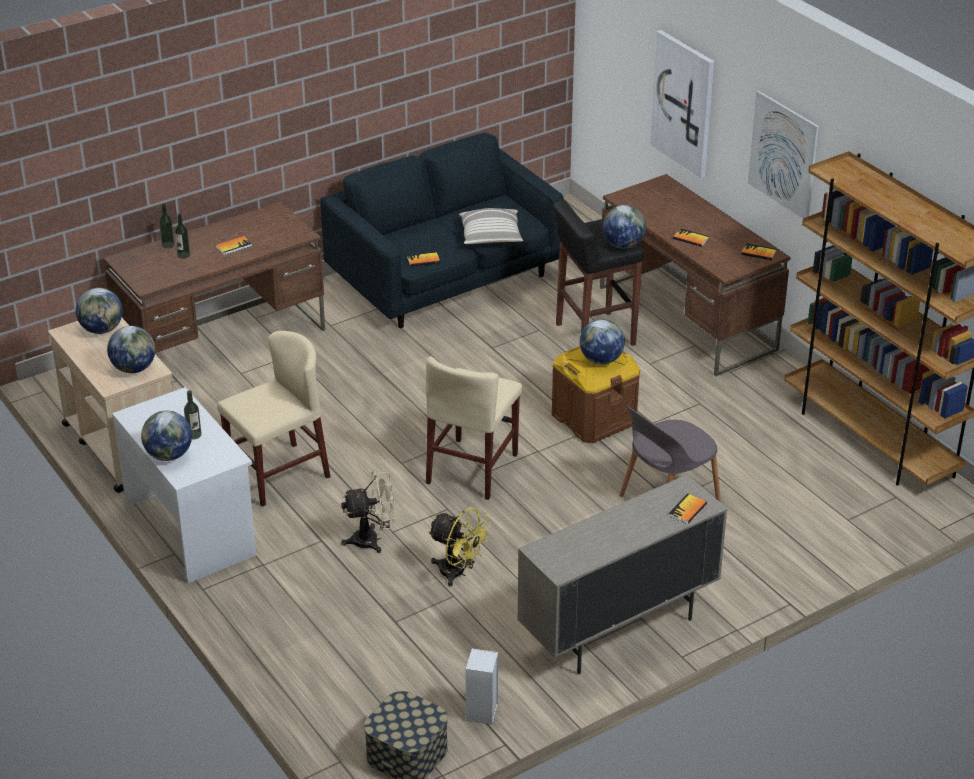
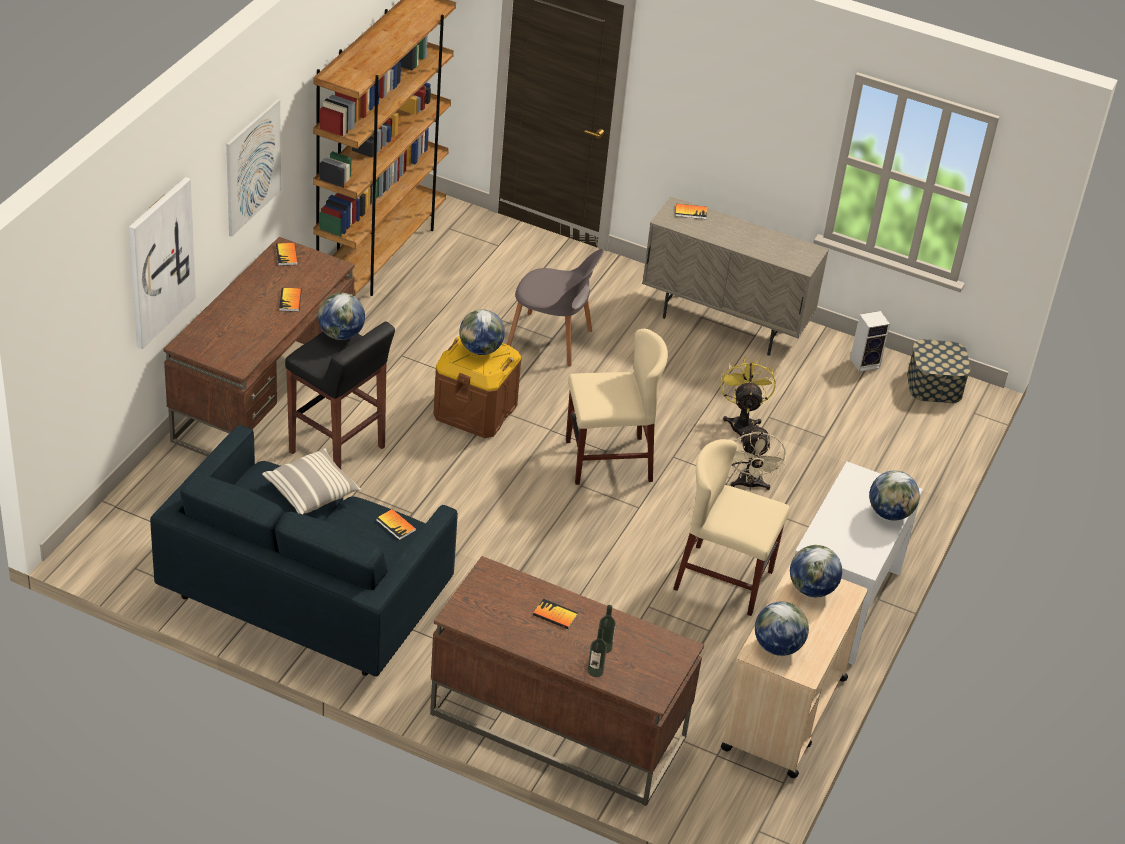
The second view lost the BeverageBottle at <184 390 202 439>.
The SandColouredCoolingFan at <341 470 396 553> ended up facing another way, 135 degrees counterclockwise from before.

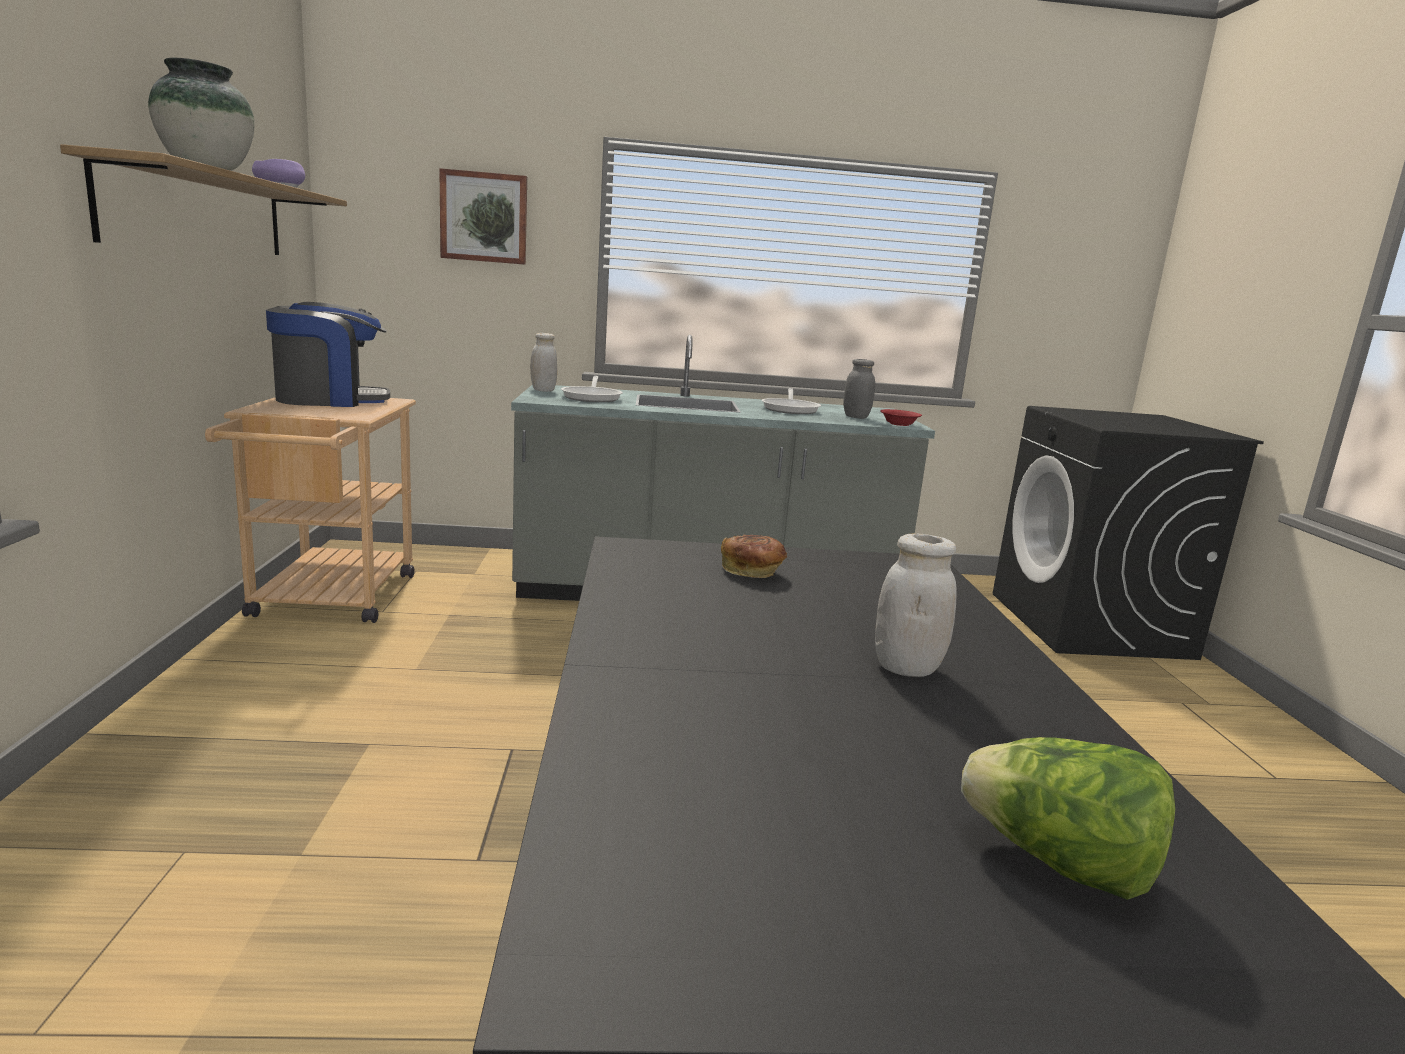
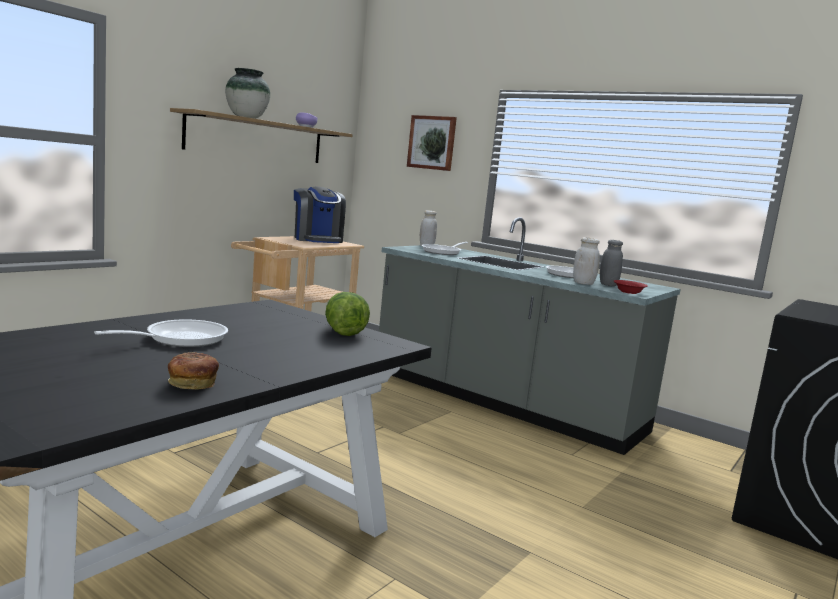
The CoffeeBrewer at <266 302 390 407> ended up facing another way, 45 degrees clockwise from before.
The Bread ended up elsewhere, having gone from <721 534 787 578> to <168 352 219 390>.
The WhitishJar ended up elsewhere, having gone from <875 534 956 677> to <573 237 600 285>.
The LettuceHead ended up elsewhere, having gone from <961 737 1175 900> to <325 292 370 336>.
The second view gained the Skillet at <94 319 228 347>.

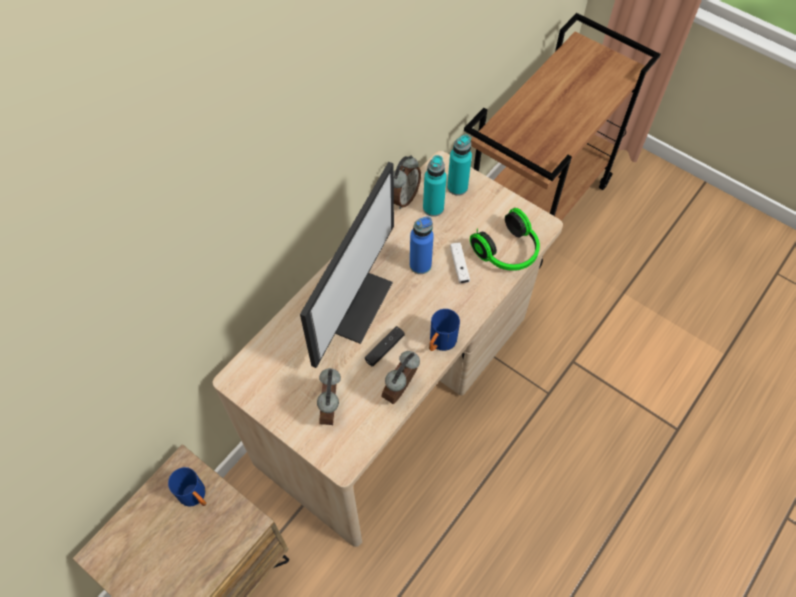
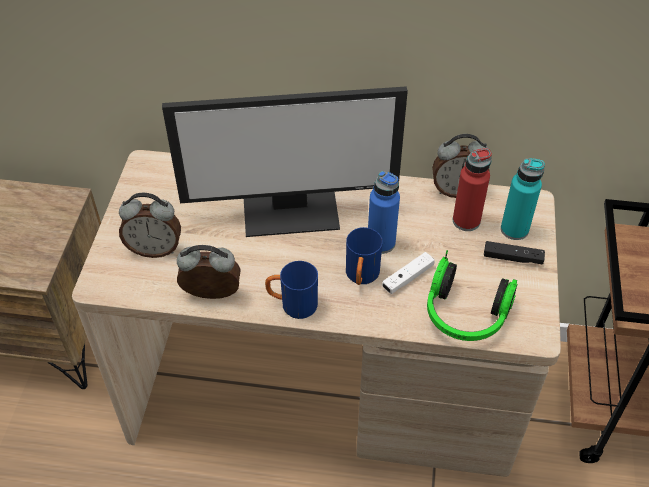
The BlueTeaMug ended up elsewhere, having gone from <168 467 206 507> to <346 227 383 285>.
The AlarmClock at <317 368 341 425> ended up facing another way, 150 degrees counterclockwise from before.
The BlackishGameController ended up elsewhere, having gone from <365 326 405 367> to <484 241 545 265>.
What was the TurquoiseBeverageBottle at <423 155 447 217> turned into the RedColouredBeverageBottle at <453 148 492 231>.

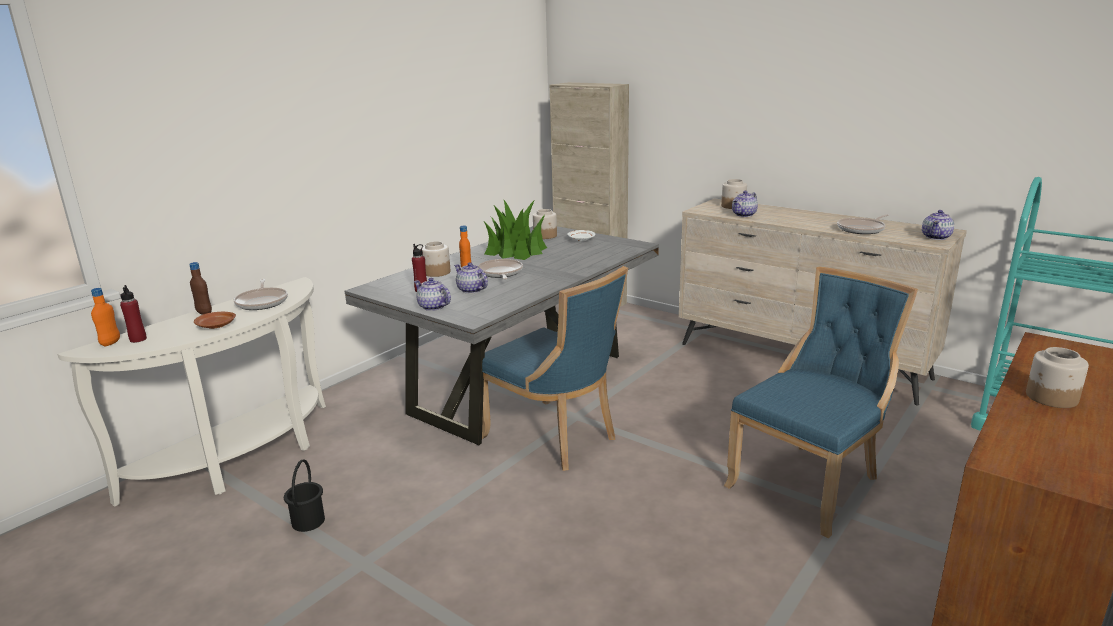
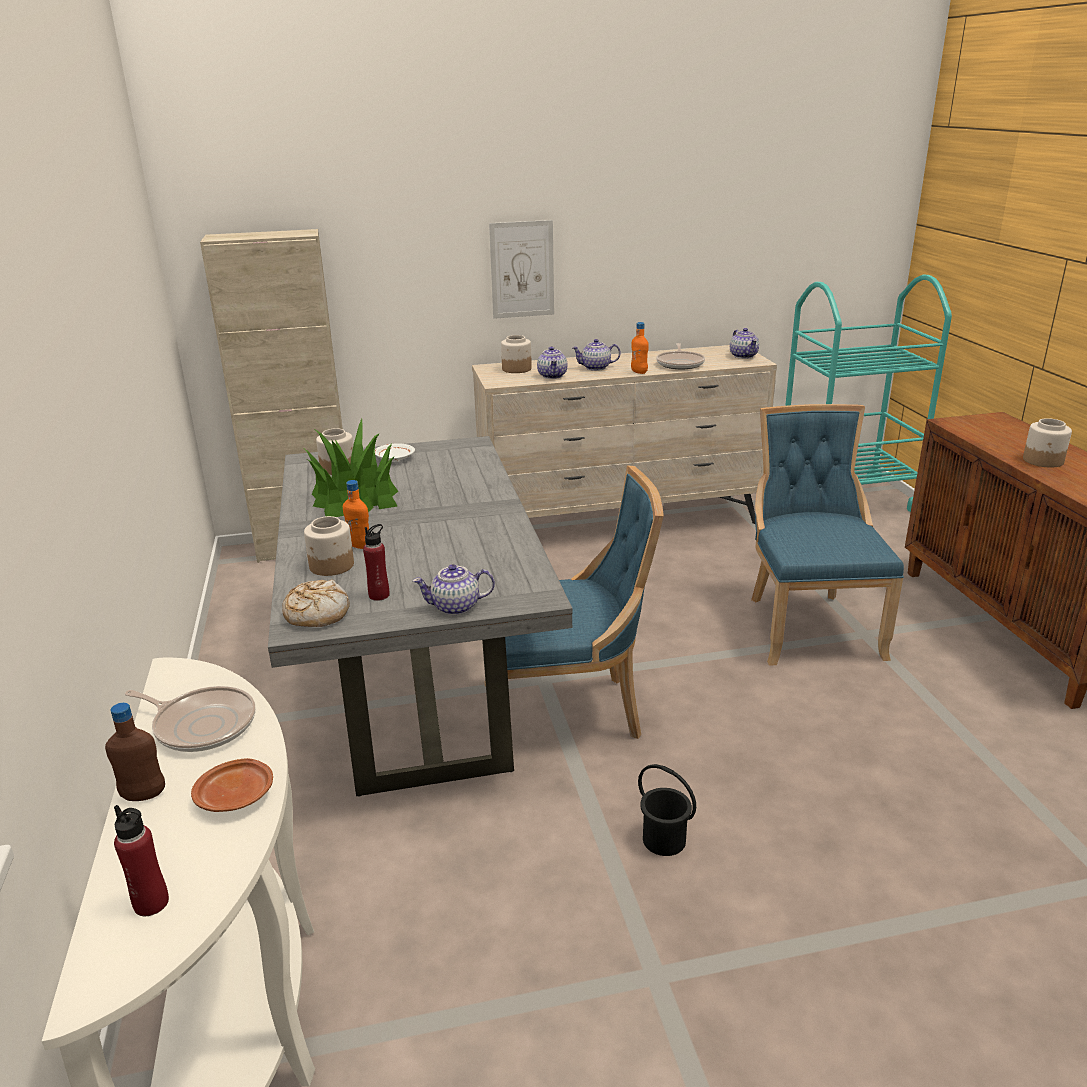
The OrangeBeverageBottle ended up elsewhere, having gone from <91 288 120 346> to <631 322 649 374>.
The BlackishBucket ended up elsewhere, having gone from <284 459 325 532> to <638 764 696 856>.
The Teapot ended up elsewhere, having gone from <454 262 488 294> to <572 339 621 371>.
The second view lost the Skillet at <478 259 523 279>.
The second view gained the Bread at <282 580 350 627>.
The second view gained the Picture at <489 220 554 319>.

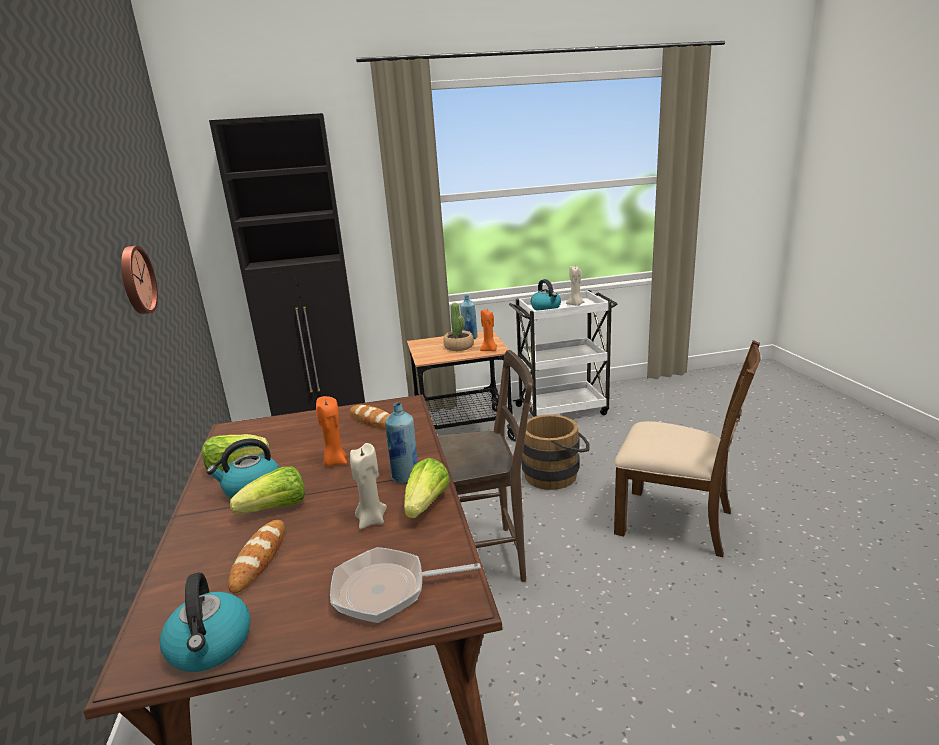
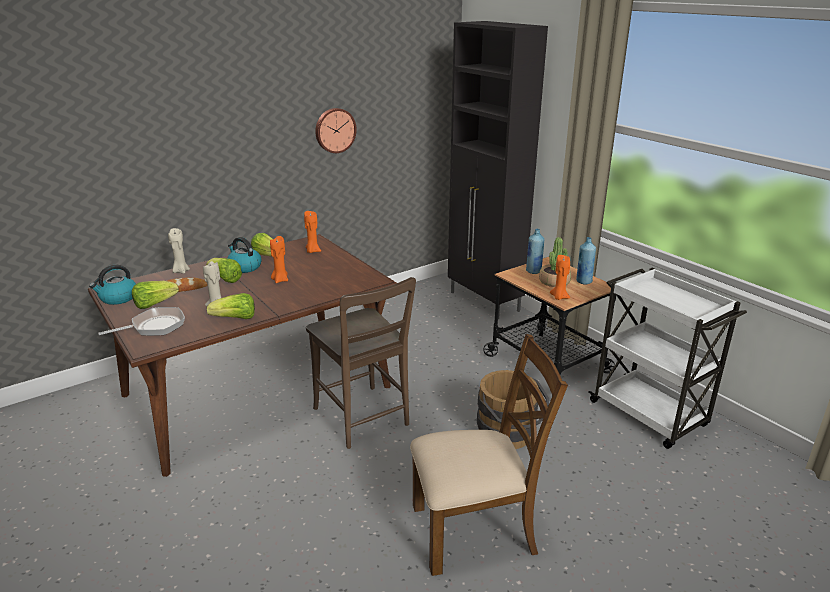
The Skillet at <330 547 481 623> ended up facing another way, 90 degrees clockwise from before.
The second view lost the Bread at <350 405 391 430>.
The BlueBeverageBottle ended up elsewhere, having gone from <385 402 418 483> to <526 229 544 274>.
The second view lost the TeaKettle at <530 279 561 311>.
The SandColouredCandle ended up elsewhere, having gone from <566 266 585 306> to <168 228 190 274>.
The BrownColouredChair at <614 340 761 557> ended up facing another way, 105 degrees counterclockwise from before.
The second view gained the LettuceHead at <132 281 179 309>.
The second view gained the OrangeCandle at <304 211 321 253>.

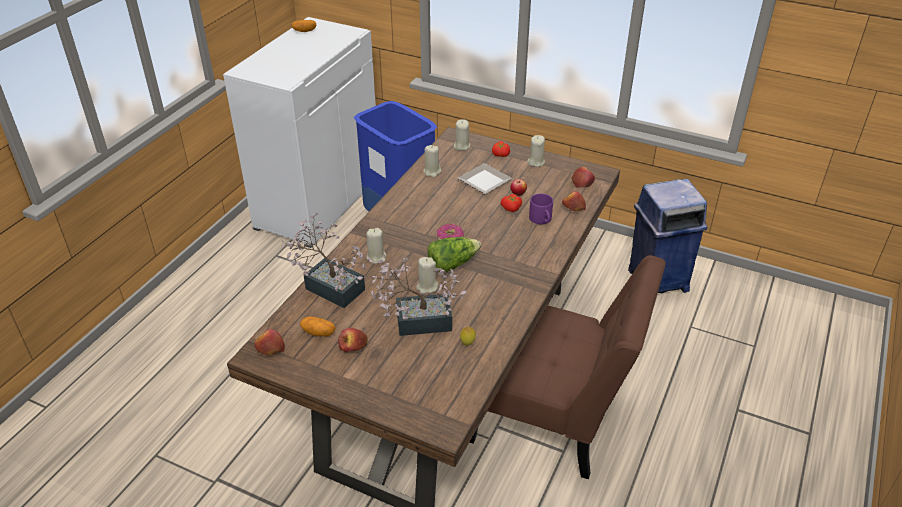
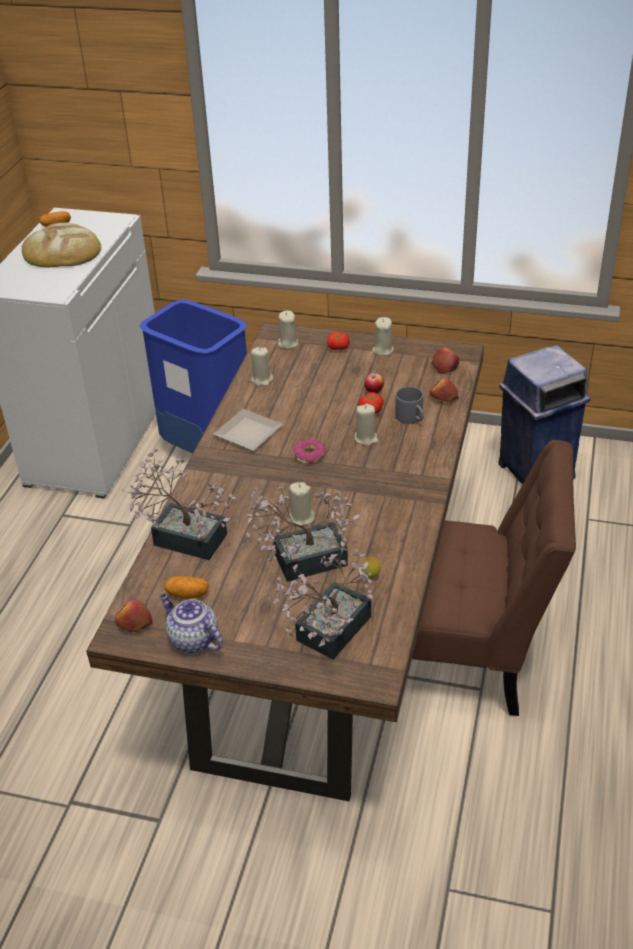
The second view lost the WholeApple at <338 328 367 352>.
The SandColouredCandle ended up elsewhere, having gone from <366 228 386 264> to <355 404 379 446>.
The second view lost the LettuceHead at <427 237 481 272>.
The DinnerPlate ended up elsewhere, having gone from <458 163 512 194> to <213 409 283 451>.
What was the PurplishTeaMug at <529 194 553 224> turned into the GreyishTeaMug at <395 386 424 424>.
The second view gained the Bread at <22 222 101 267>.
The second view gained the Teapot at <160 594 223 653>.
The second view gained the Houseplant at <273 548 373 659>.

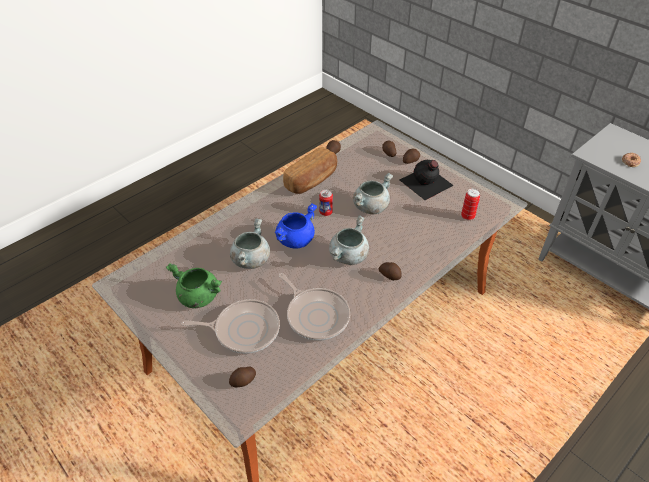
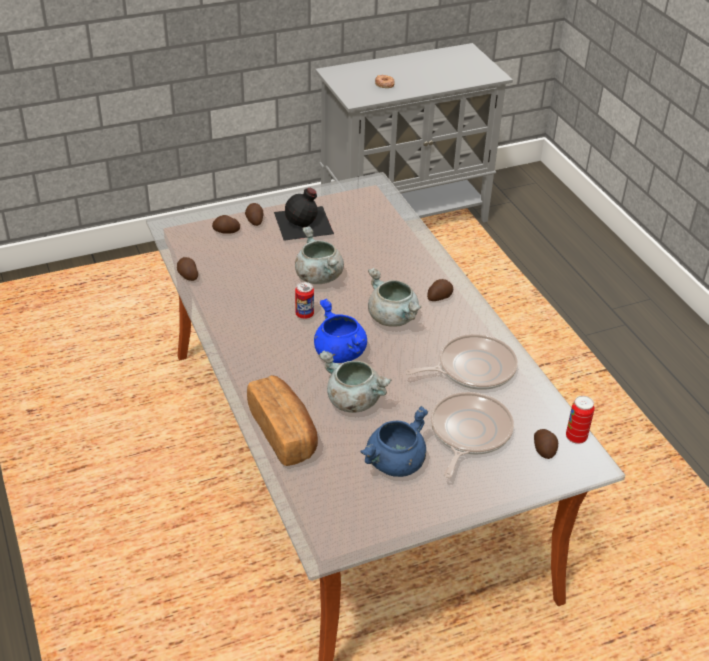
What was the GreenColouredCookingPot at <166 263 222 308> turned into the BlueCookingPot at <360 406 428 477>.
The Bread ended up elsewhere, having gone from <283 147 337 194> to <247 375 318 466>.
The SealedCan ended up elsewhere, having gone from <461 189 480 220> to <566 396 595 444>.

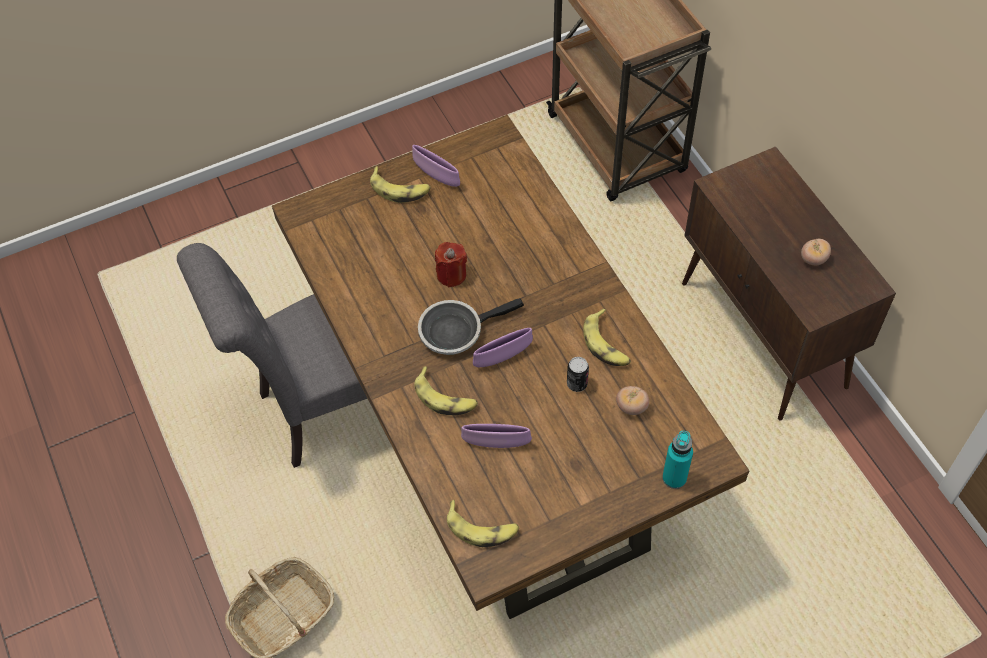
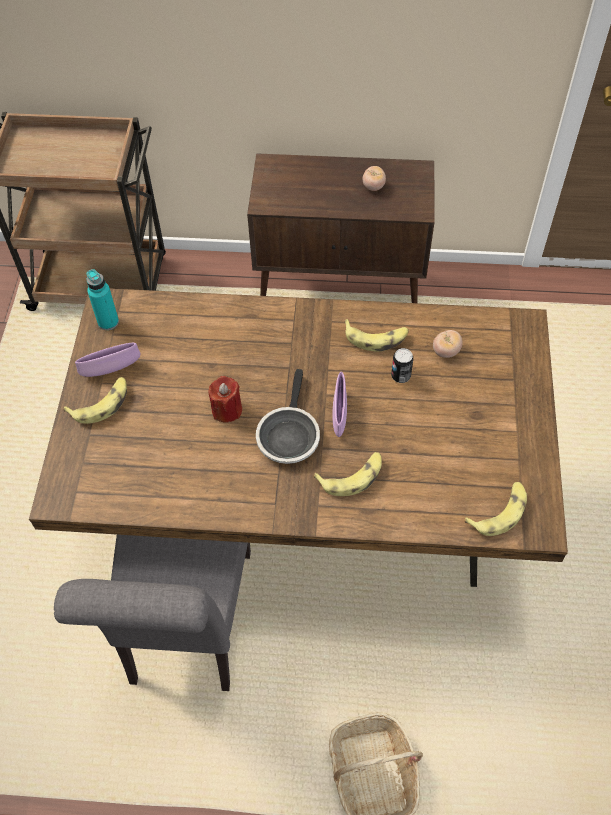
The second view lost the PurplishDeepDish at <461 424 532 448>.
The TurquoiseBeverageBottle ended up elsewhere, having gone from <662 431 693 489> to <86 269 119 330>.

